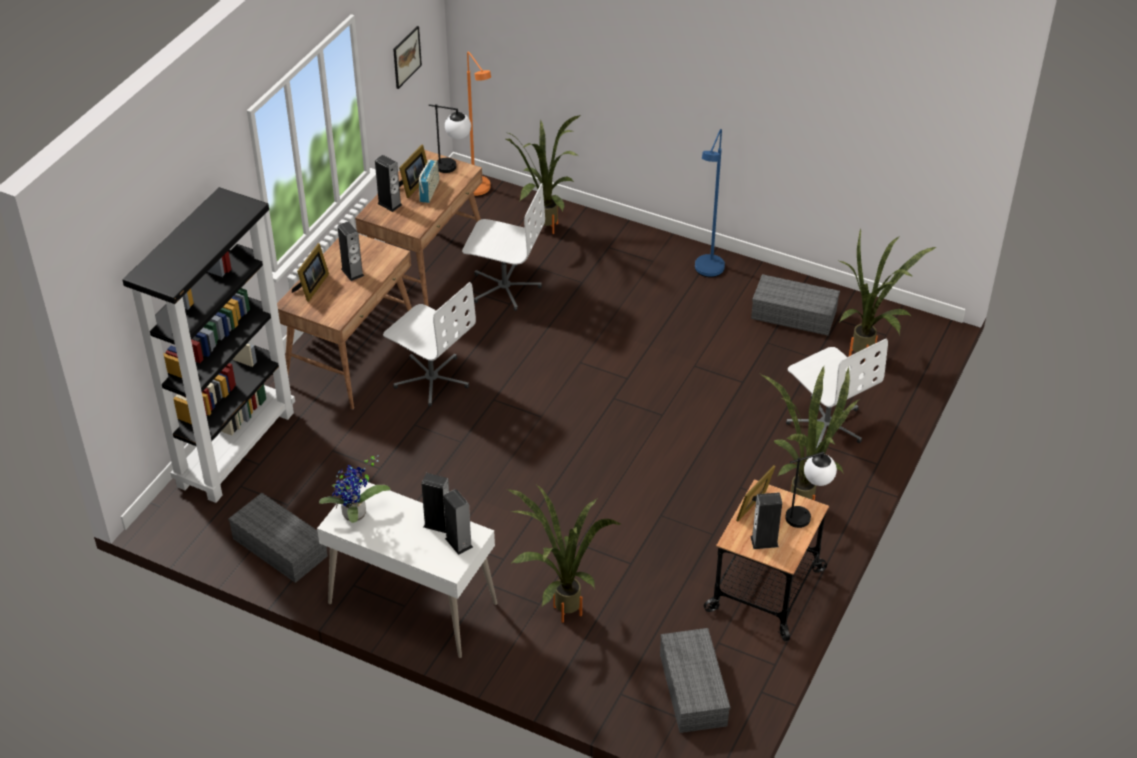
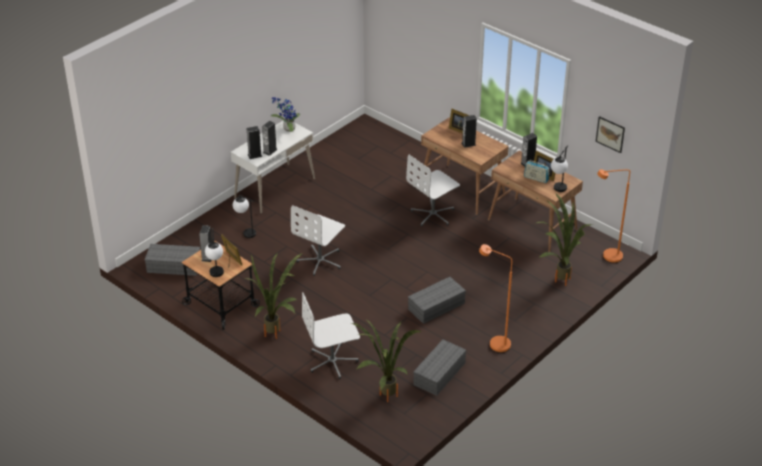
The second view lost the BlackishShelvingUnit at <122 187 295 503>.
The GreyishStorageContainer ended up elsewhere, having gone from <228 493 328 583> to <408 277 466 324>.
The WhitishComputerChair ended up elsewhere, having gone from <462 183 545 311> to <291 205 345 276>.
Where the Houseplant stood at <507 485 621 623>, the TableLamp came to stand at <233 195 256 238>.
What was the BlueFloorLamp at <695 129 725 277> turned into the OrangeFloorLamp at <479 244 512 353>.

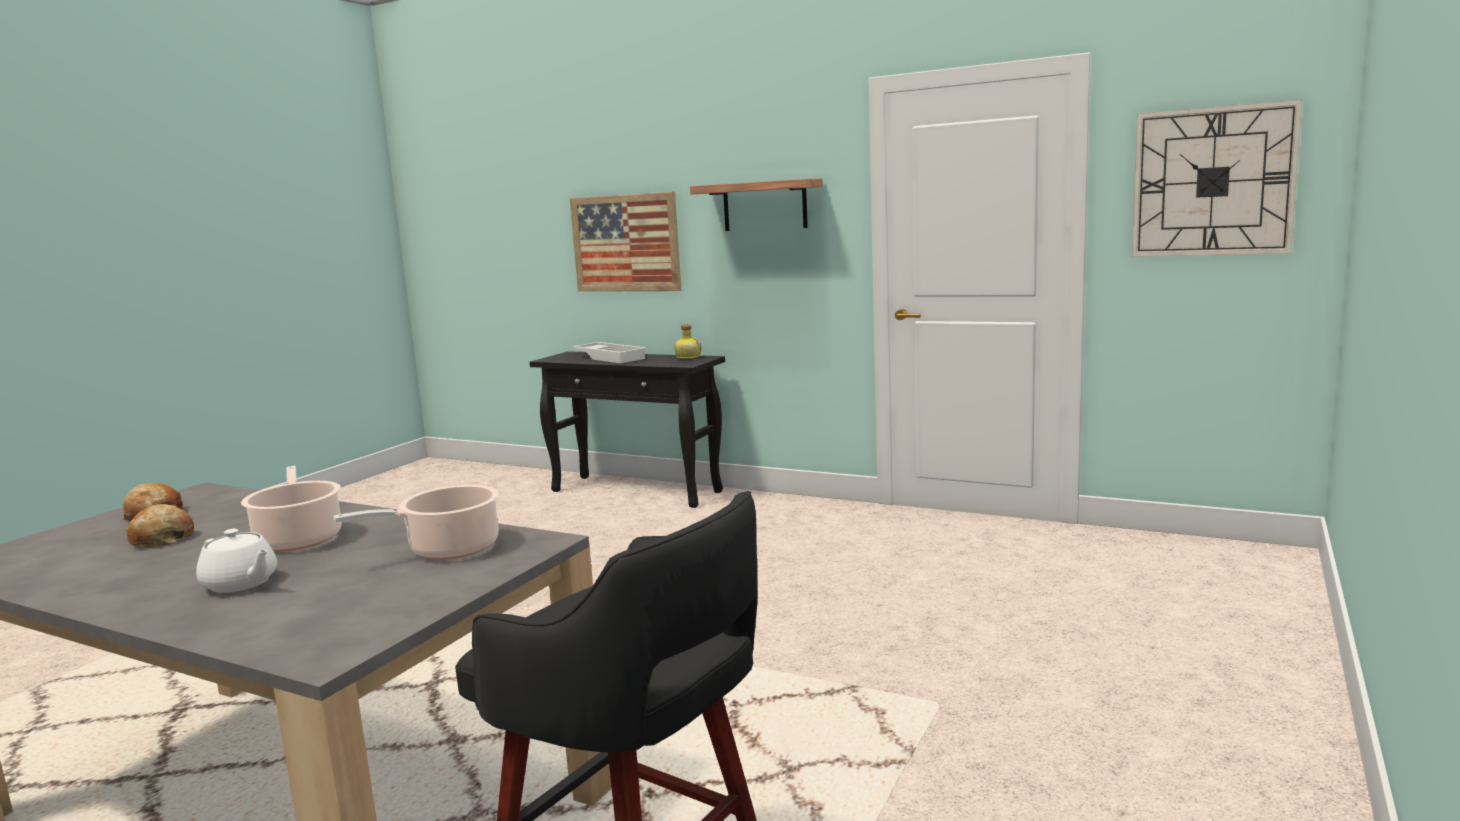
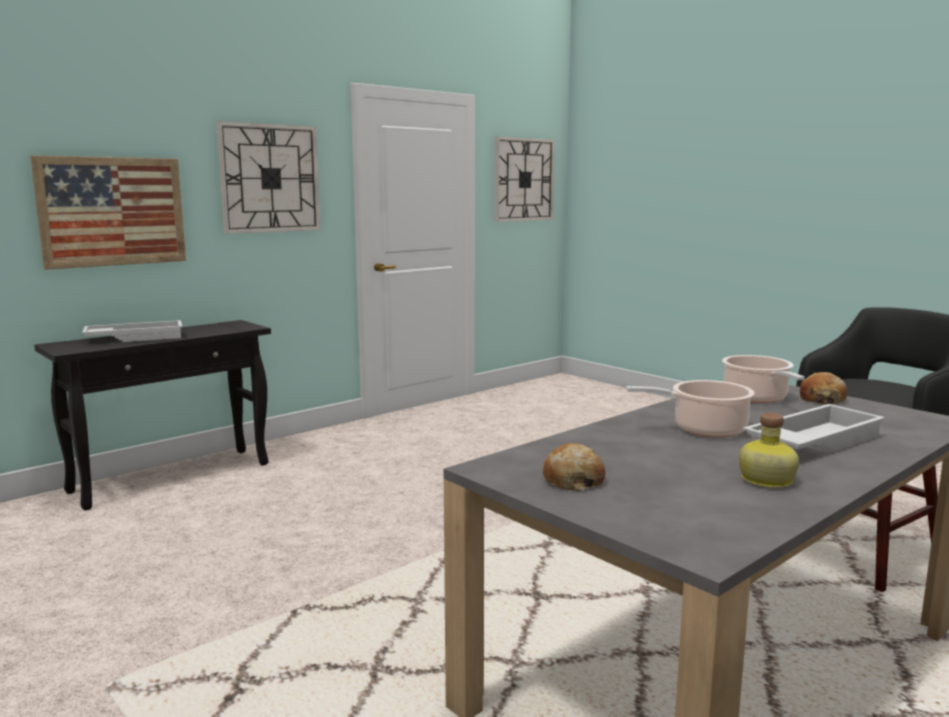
The Bread ended up elsewhere, having gone from <126 504 194 548> to <800 372 847 404>.
Where the WhitishTeapot stood at <196 529 277 593>, the WhitishTray came to stand at <742 404 886 453>.
The BeverageBottle ended up elsewhere, having gone from <674 324 701 359> to <739 413 799 488>.
Where the WallShelf hung at <690 178 823 231>, the WallClock came to hang at <216 121 320 234>.

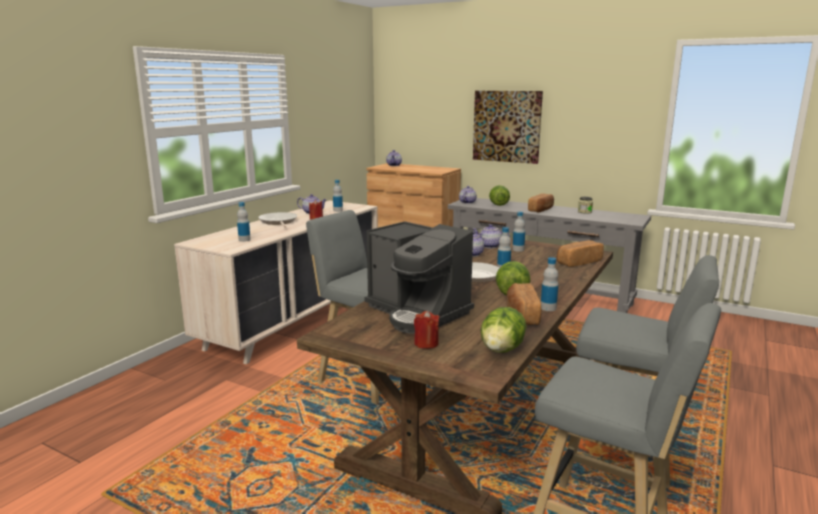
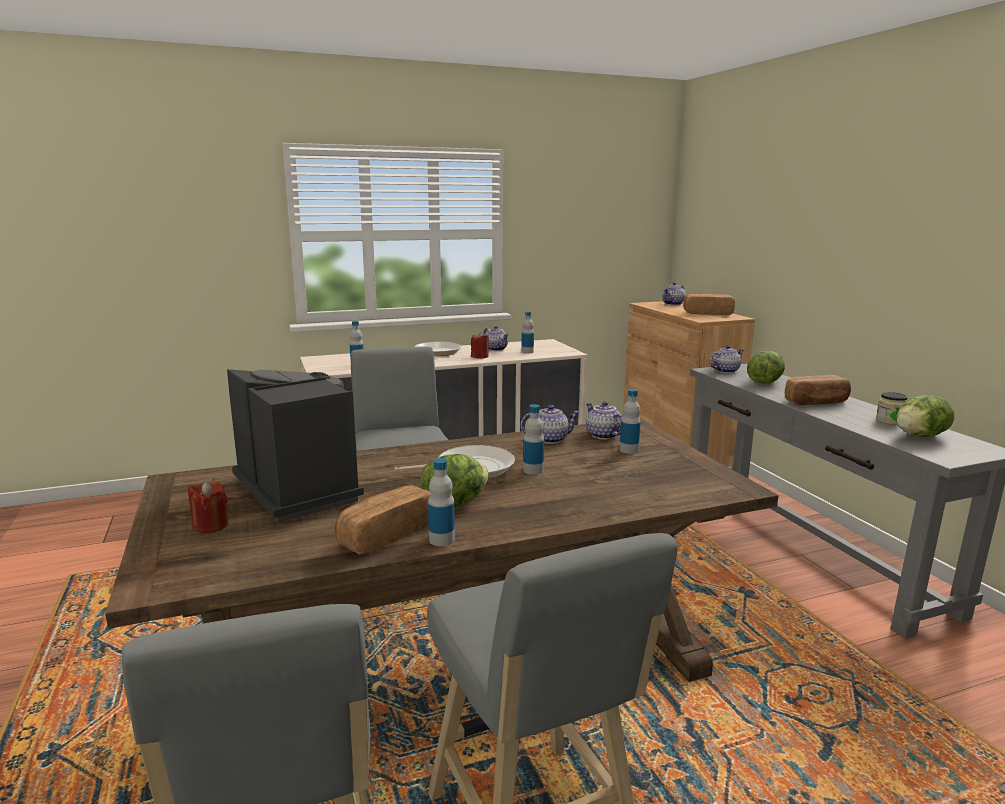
The CoffeeBrewer at <365 221 474 334> ended up facing another way, 150 degrees clockwise from before.
The second view lost the Picture at <473 91 543 164>.
The LettuceHead ended up elsewhere, having gone from <481 307 526 353> to <896 395 954 437>.
The Bread ended up elsewhere, having gone from <557 240 604 267> to <683 294 735 315>.

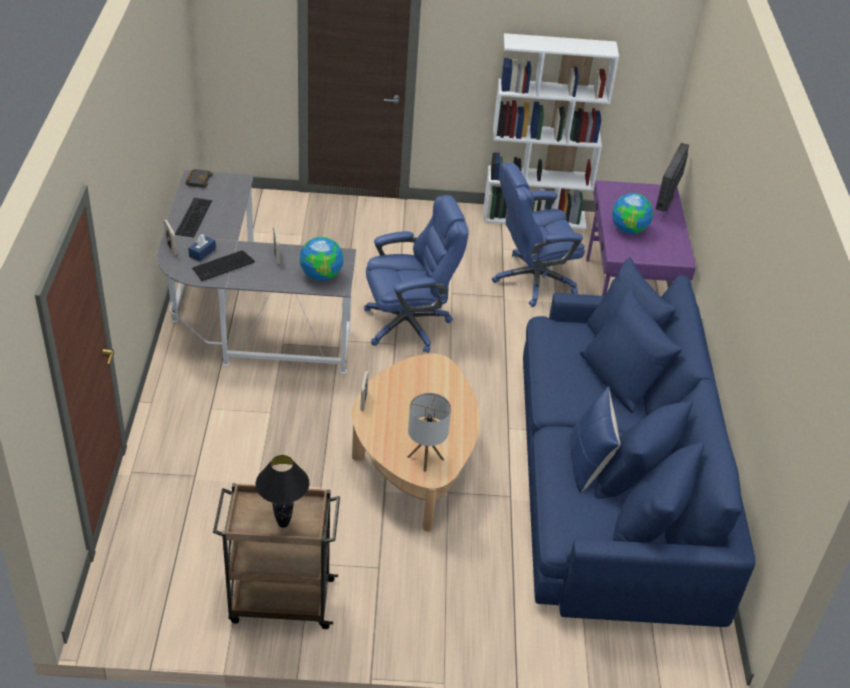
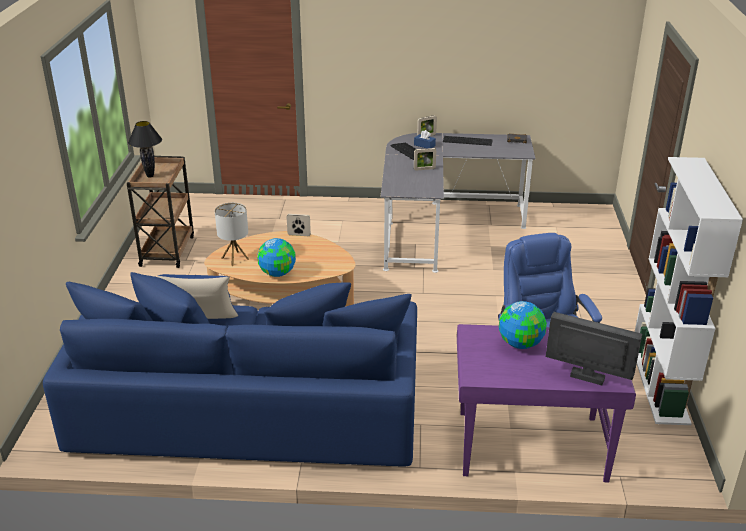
The WorldGlobe ended up elsewhere, having gone from <300 237 343 281> to <257 238 296 277>.
The second view lost the BlueComputerChair at <364 195 469 353>.

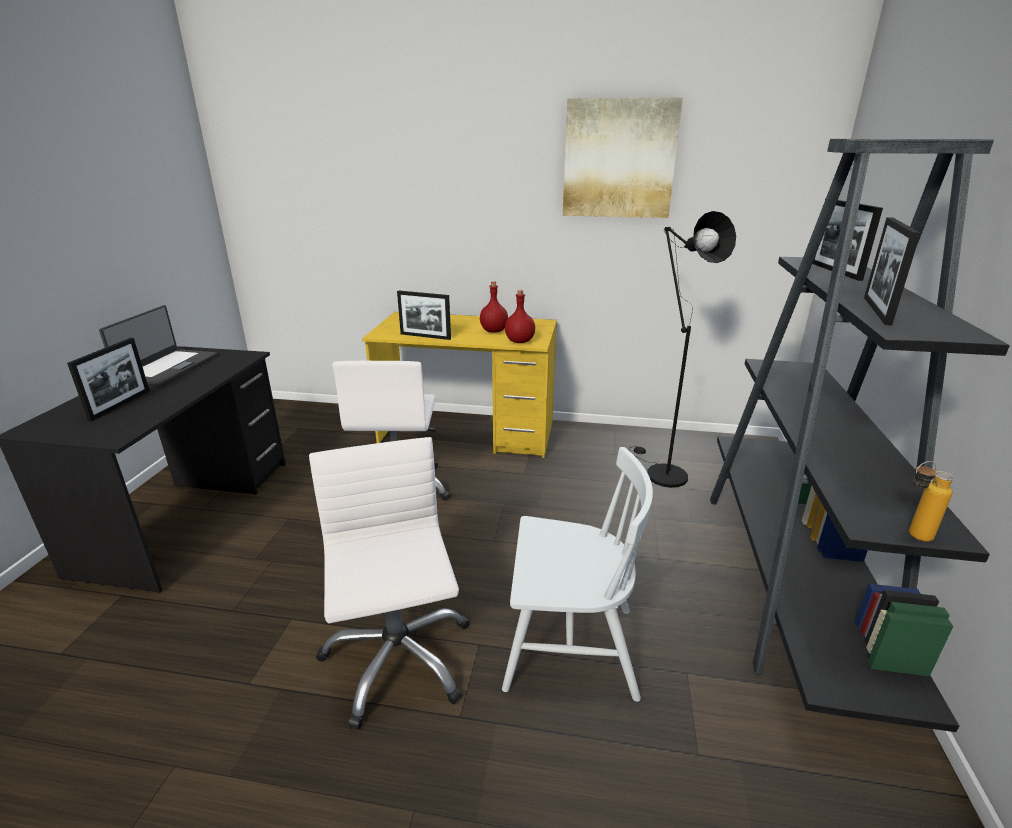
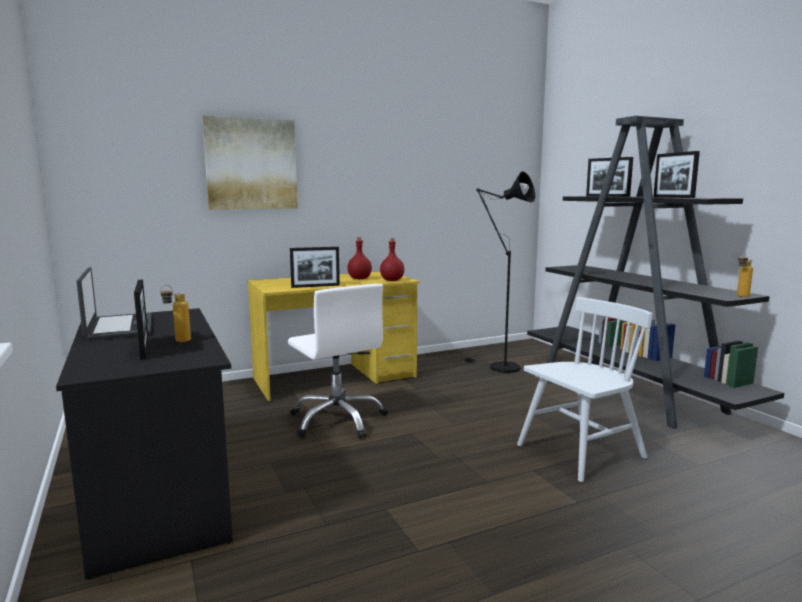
The second view lost the WhitishComputerChair at <309 437 470 729>.
The Picture ended up elsewhere, having gone from <563 97 683 218> to <202 115 298 210>.
The second view gained the BeverageBottle at <160 285 191 342>.

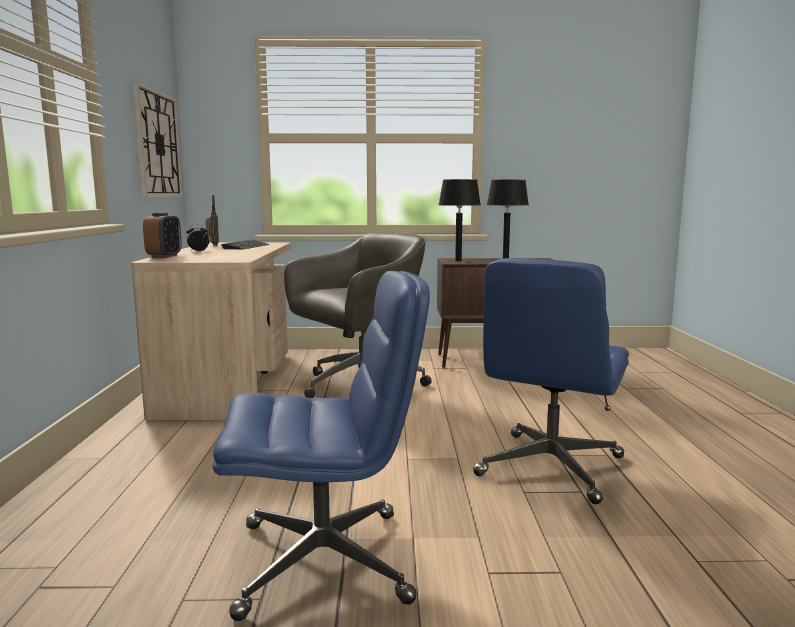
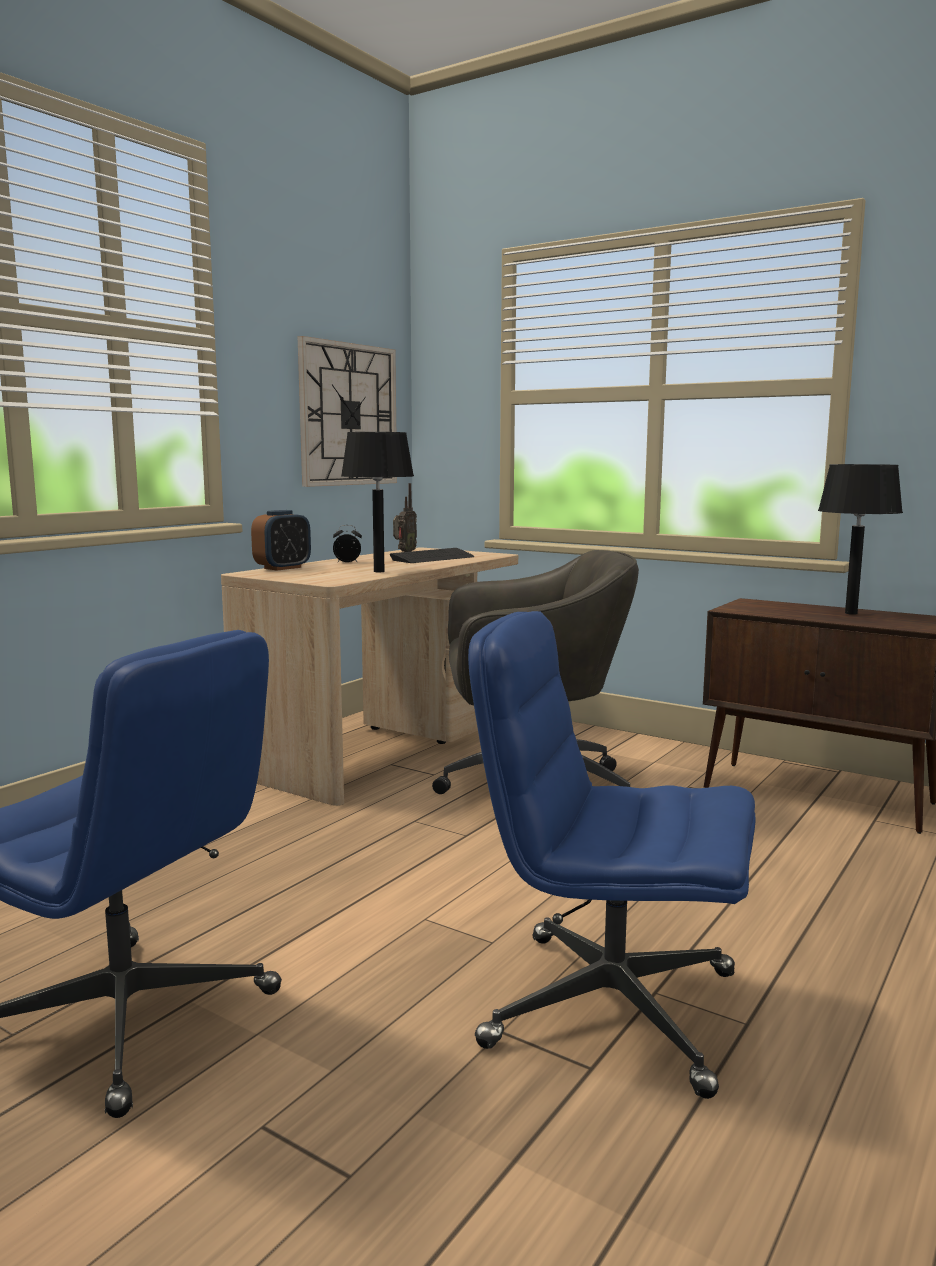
The BlackishTableLamp ended up elsewhere, having gone from <439 179 481 261> to <341 432 414 572>.
The BlueComputerChair at <473 258 629 504> ended up facing another way, 45 degrees clockwise from before.

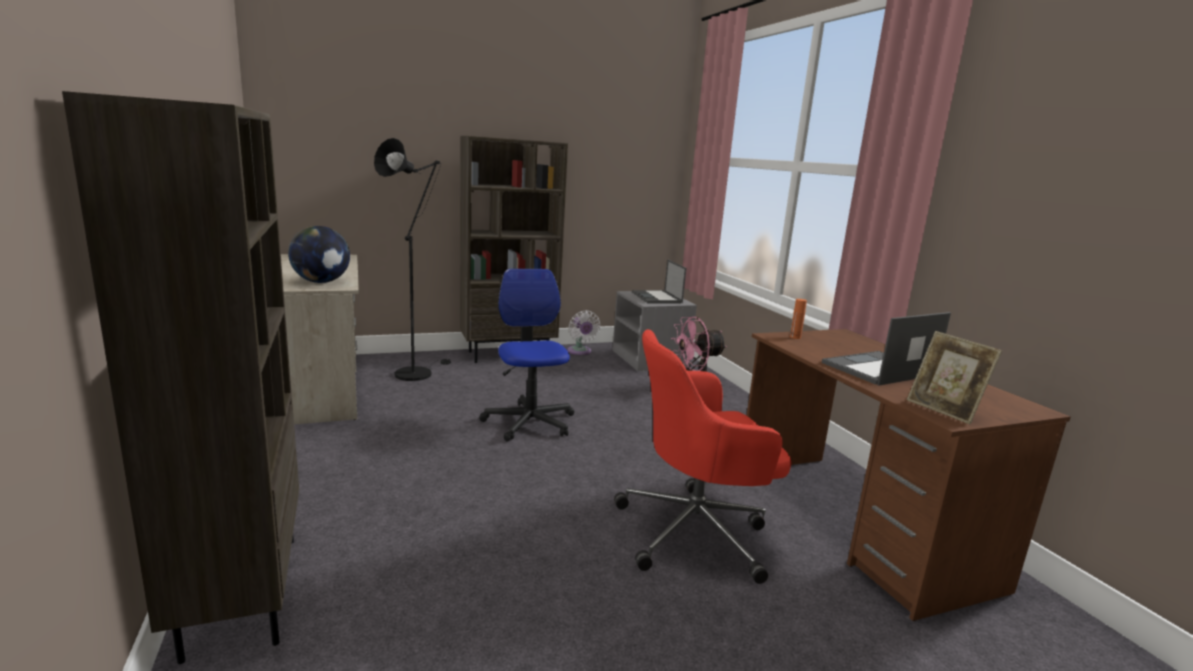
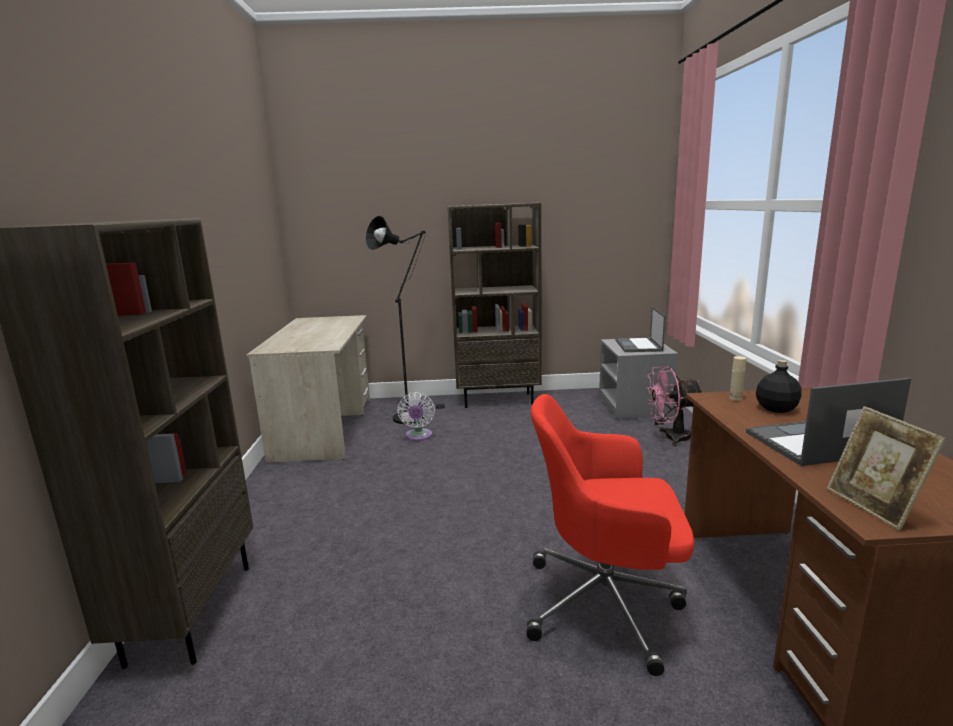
The second view lost the WorldGlobe at <288 226 350 283>.
The second view lost the ComputerChair at <479 269 575 442>.
The WhitishCoolingFan ended up elsewhere, having gone from <567 310 601 355> to <397 392 435 441>.
What was the OrangeBeverageBottle at <790 299 807 339> turned into the SandColouredBeverageBottle at <729 356 746 401>.
The second view gained the BlackishBeverageBottle at <756 360 802 413>.

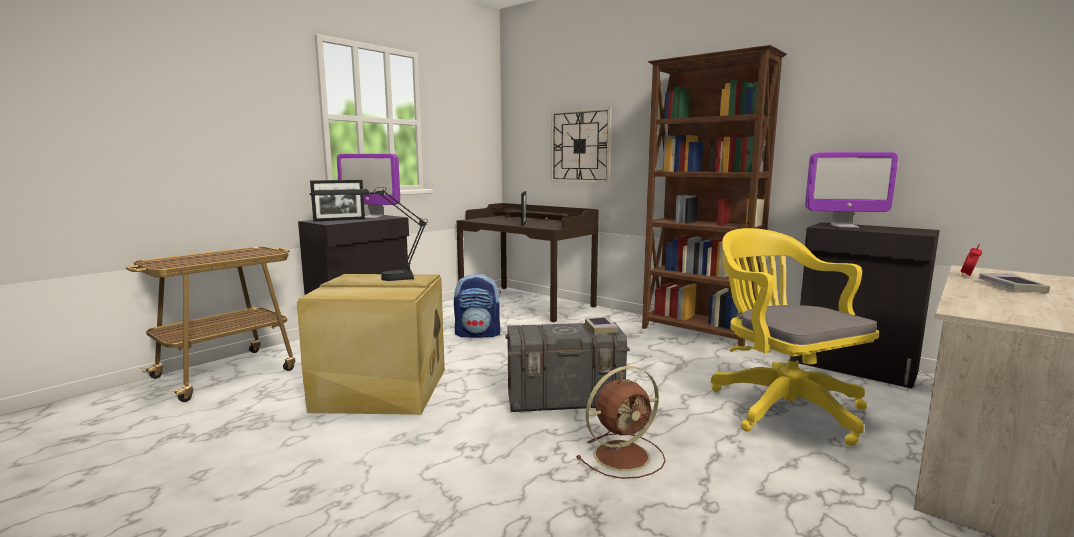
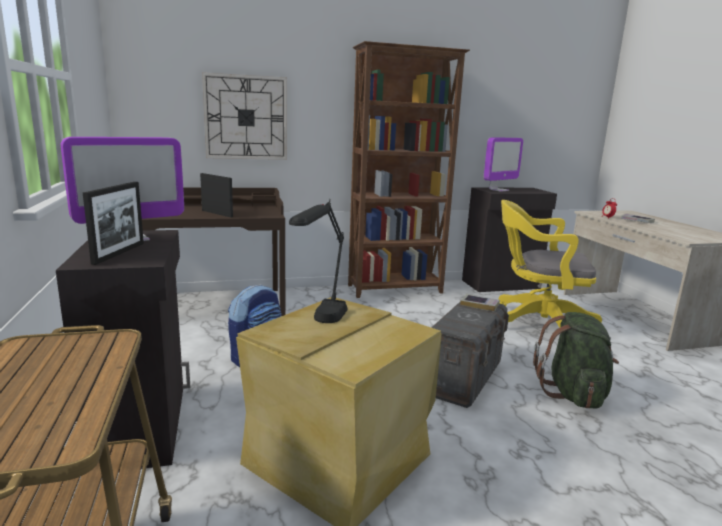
Where the BrownColouredCoolingFan stood at <576 366 666 479>, the GreenColouredKnapsack came to stand at <533 312 619 409>.

